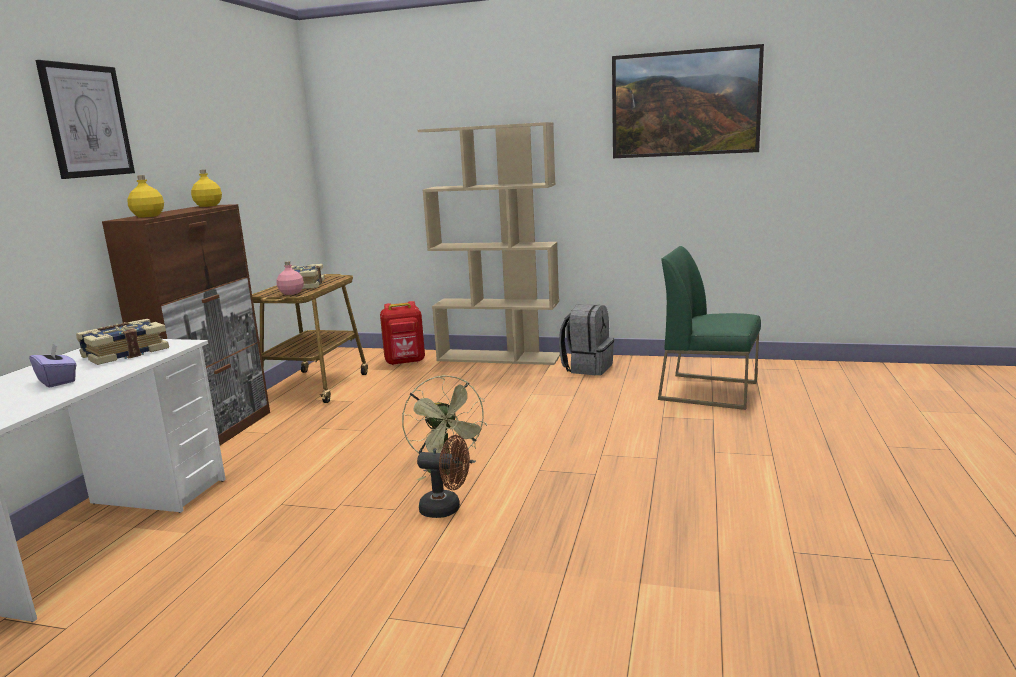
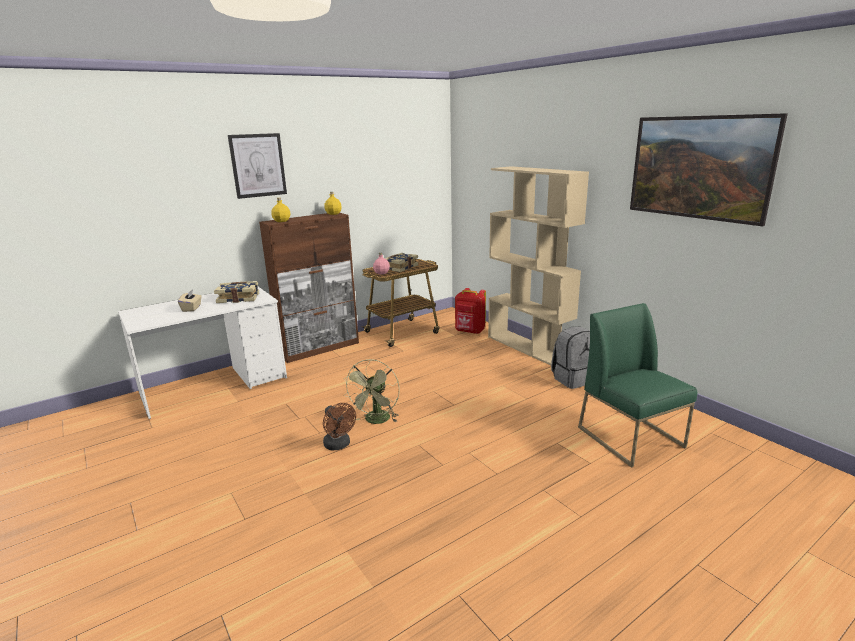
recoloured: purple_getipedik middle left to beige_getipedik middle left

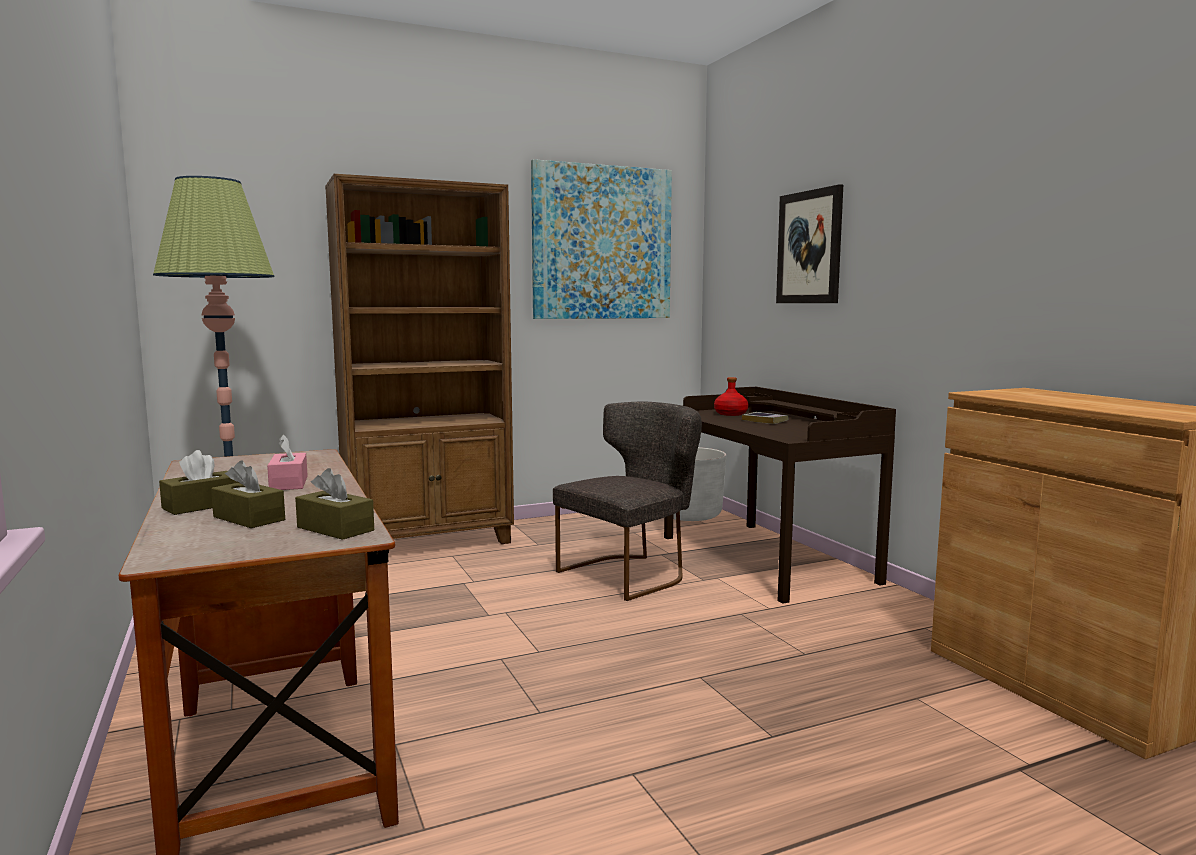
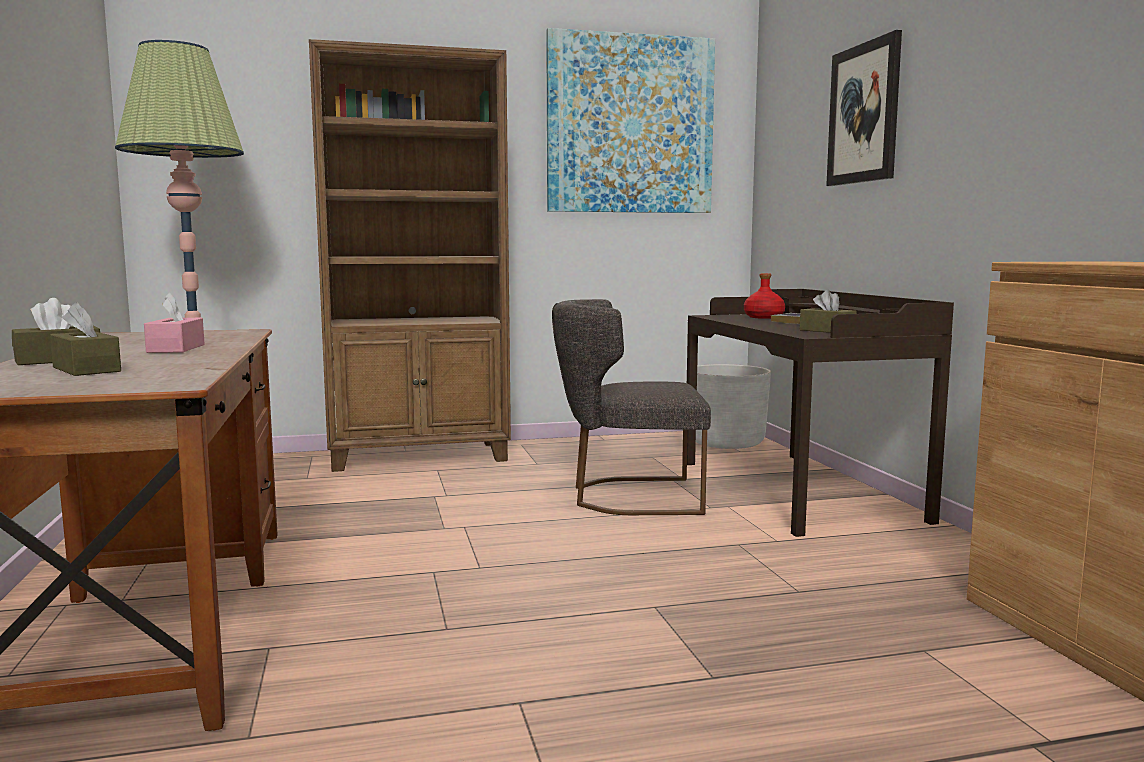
moved: brown_getipedik (3rd from left) middle left to middle right
turned: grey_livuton centre = centre 150 degrees counterclockwise

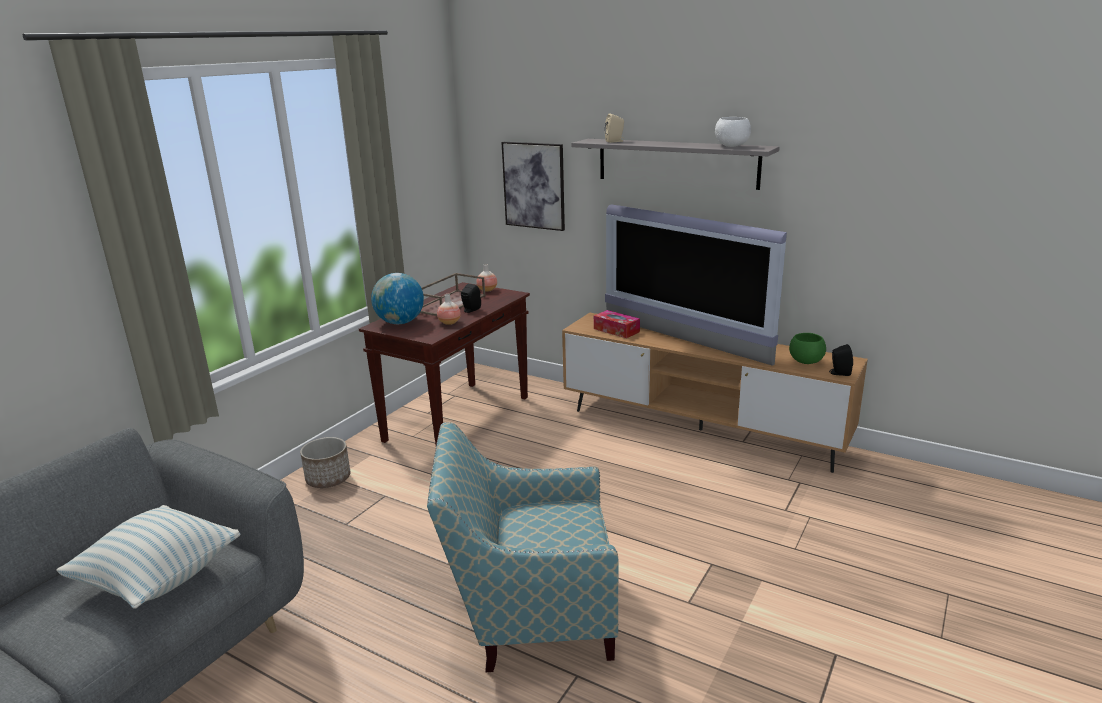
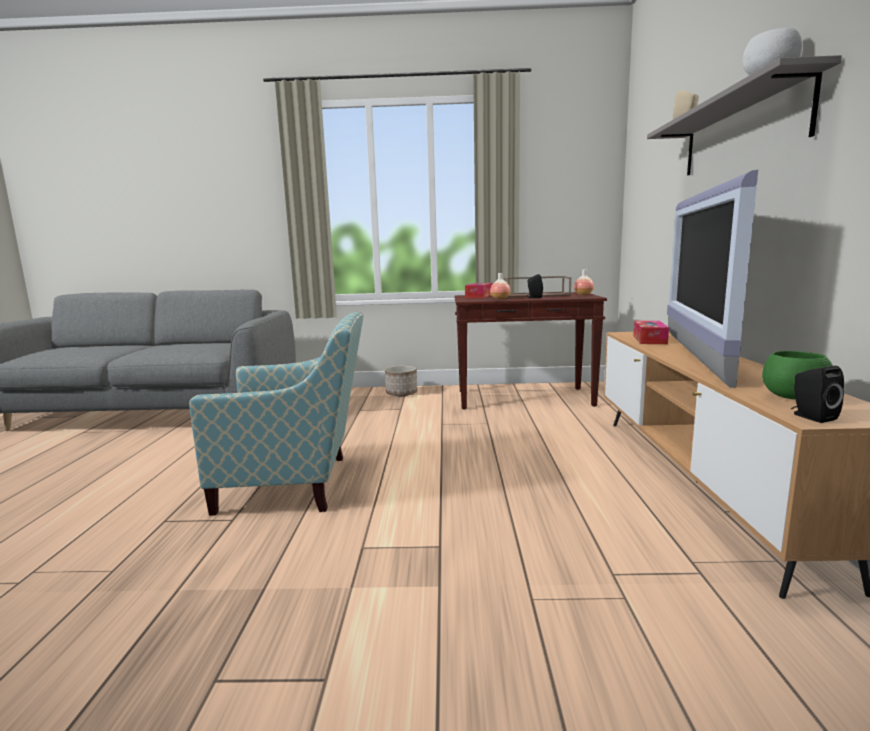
removed: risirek bottom left; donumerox top centre
replaced: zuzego centre to getipedik (1st from left) centre
turned: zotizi bottom centre = middle left 120 degrees clockwise

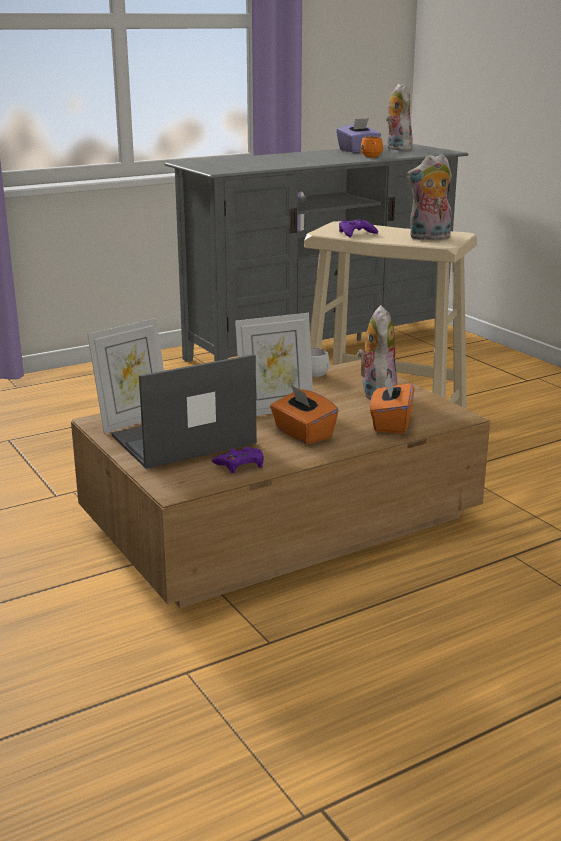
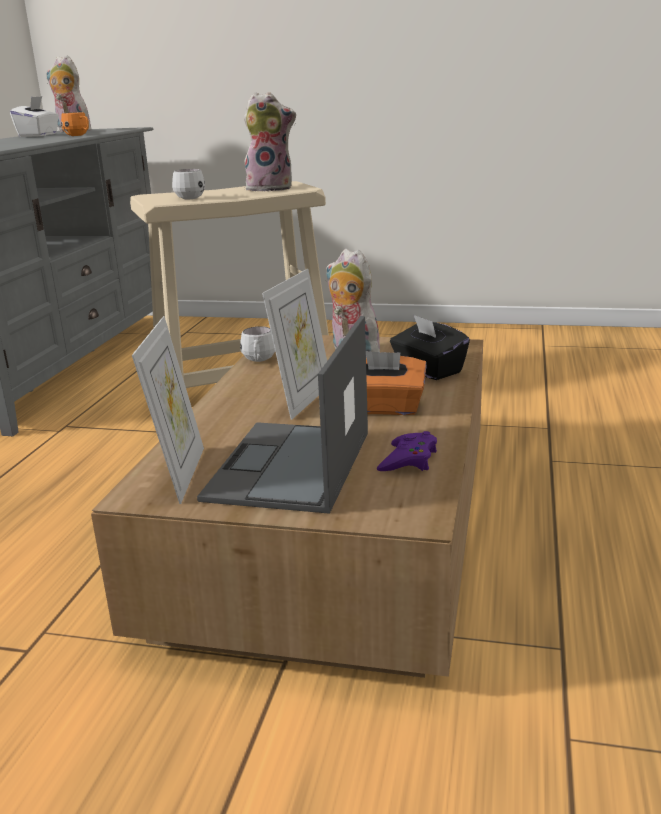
replaced: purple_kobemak (2nd from left) top centre to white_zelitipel (1st from left) top left
recoloured: purple_getipedik top centre to white_getipedik top left; orange_getipedik (2nd from left) middle right to black_getipedik centre
turned: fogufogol (3rd from left in the first image) top right = top centre 120 degrees counterclockwise

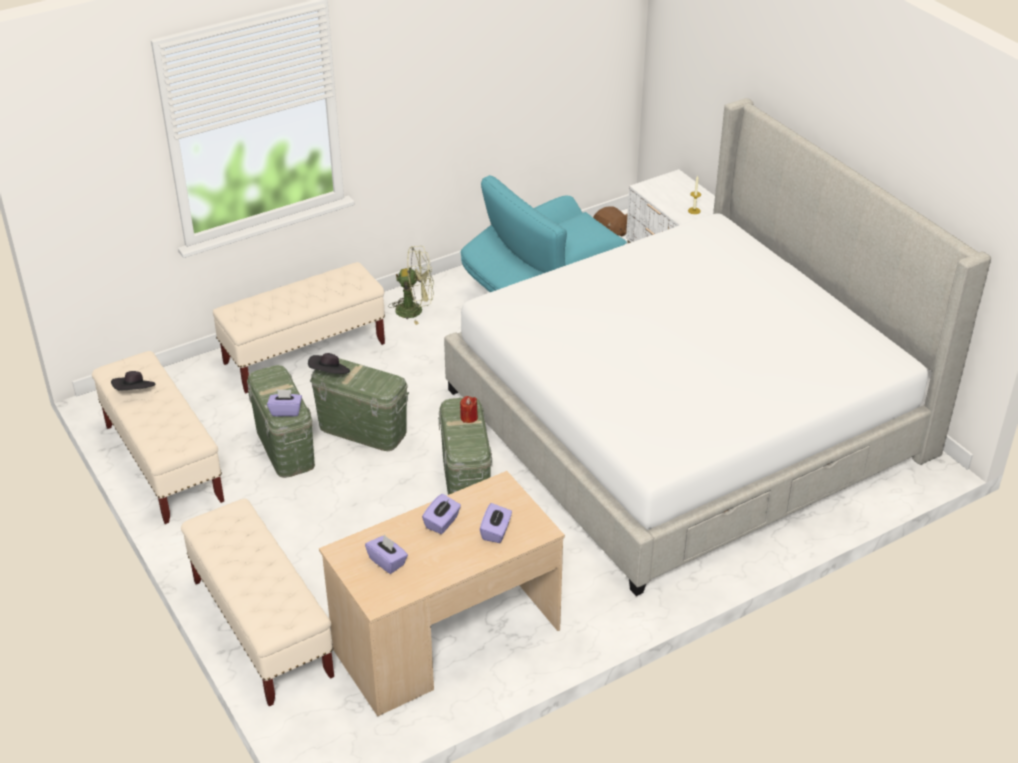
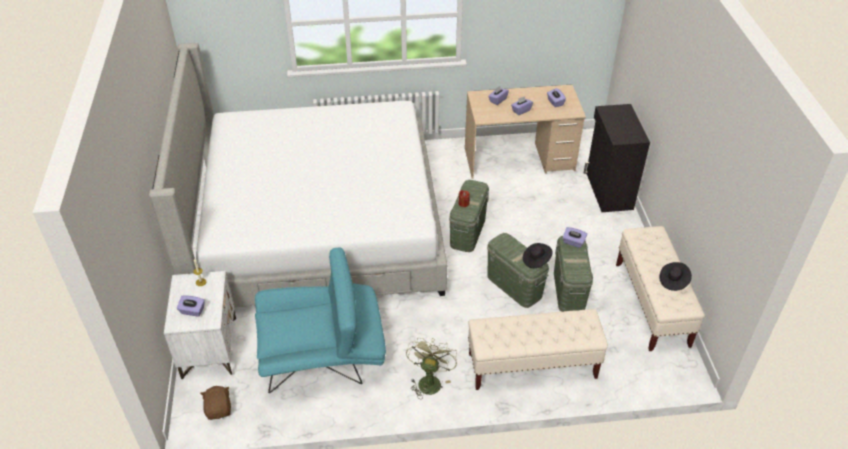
added: purple_getipedik (1st from left) bottom left
replaced: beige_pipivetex (2nd from left) bottom left to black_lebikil middle right
turned: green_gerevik centre = bottom centre 75 degrees clockwise

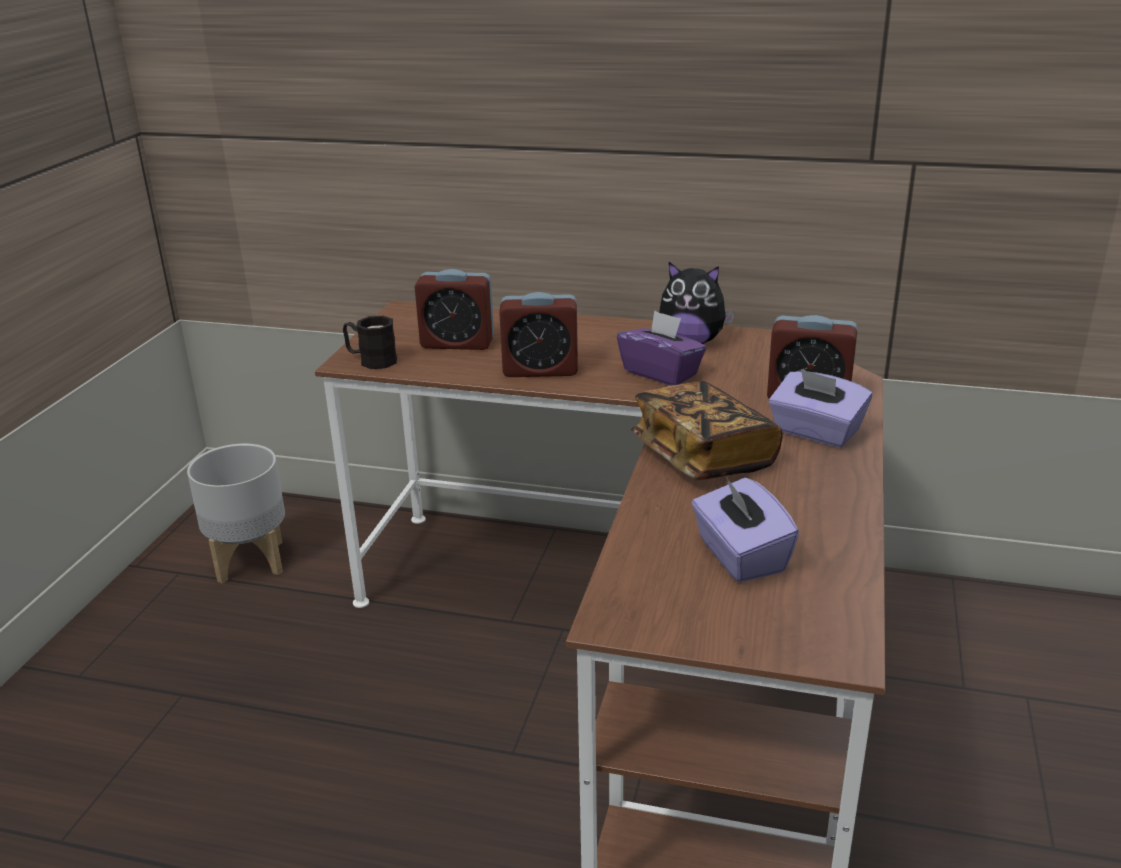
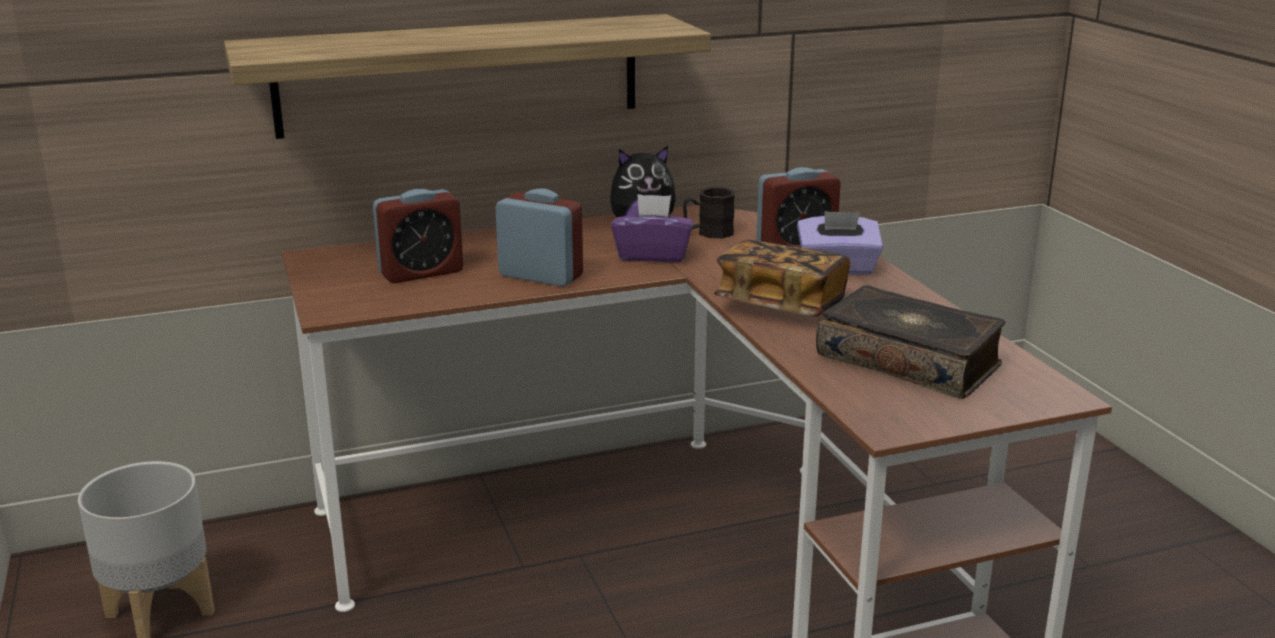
added: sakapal top centre
moved: black_zelitipel middle left to top centre
replaced: purple_getipedik (2nd from left) centre to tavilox (2nd from left) middle right
turned: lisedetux (2nd from left) centre = centre 120 degrees counterclockwise

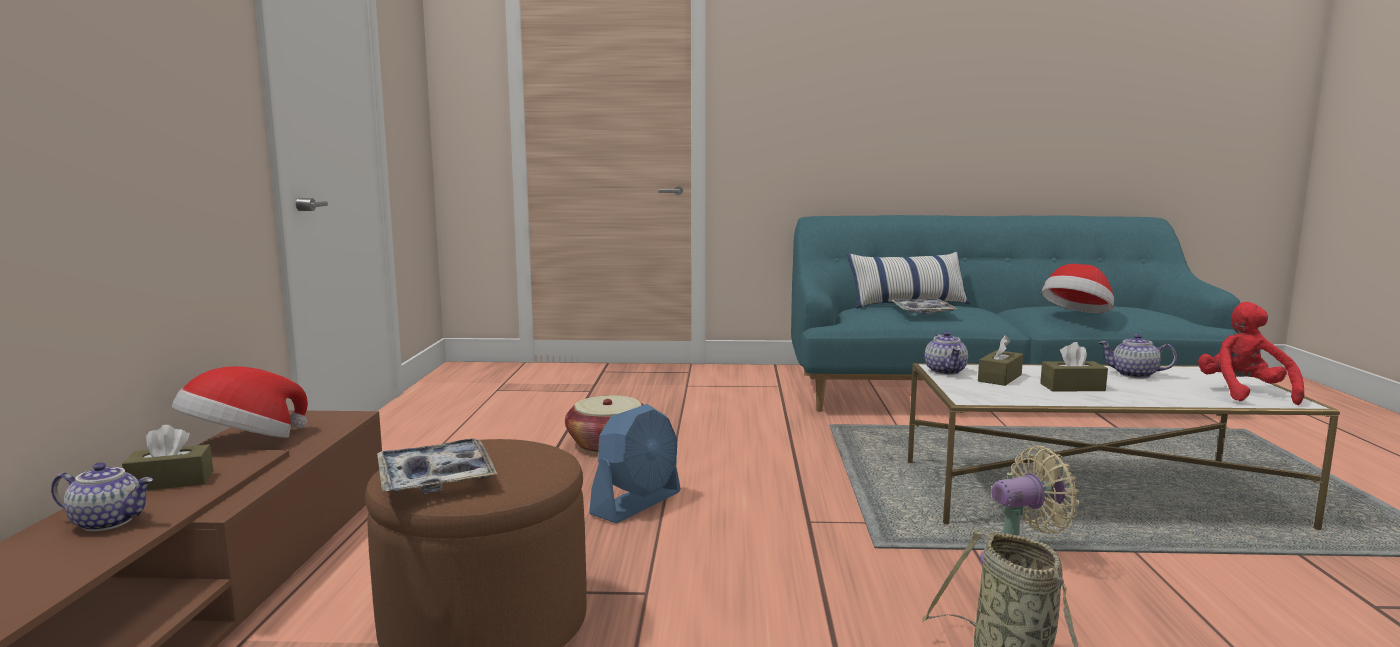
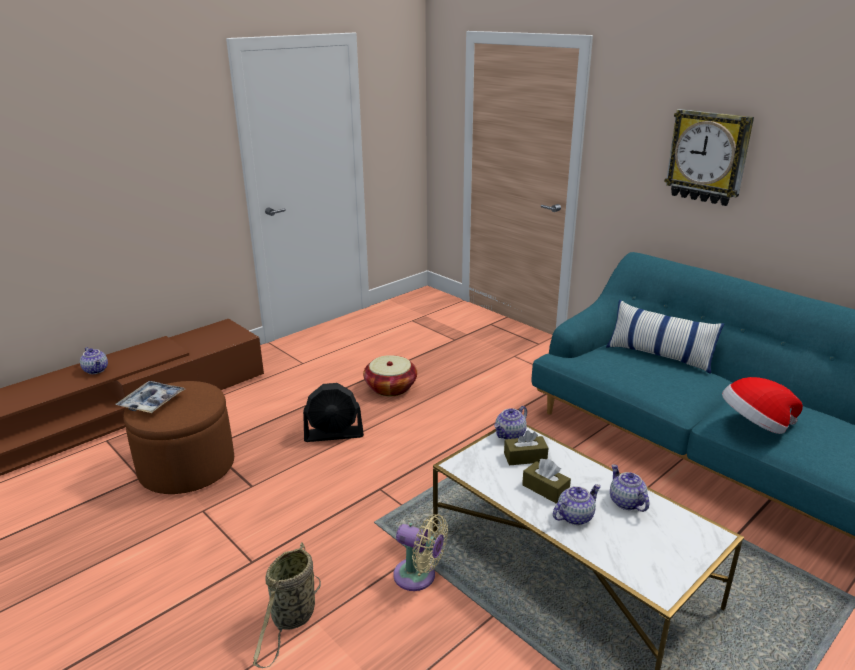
removed: brown_getipedik (1st from left) bottom left; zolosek (1st from left) middle left; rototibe (2nd from left) centre; red_fogufogol middle right
added: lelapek (3rd from left) bottom right; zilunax top right
recoloured: blue_gerevik bottom centre to black_gerevik centre

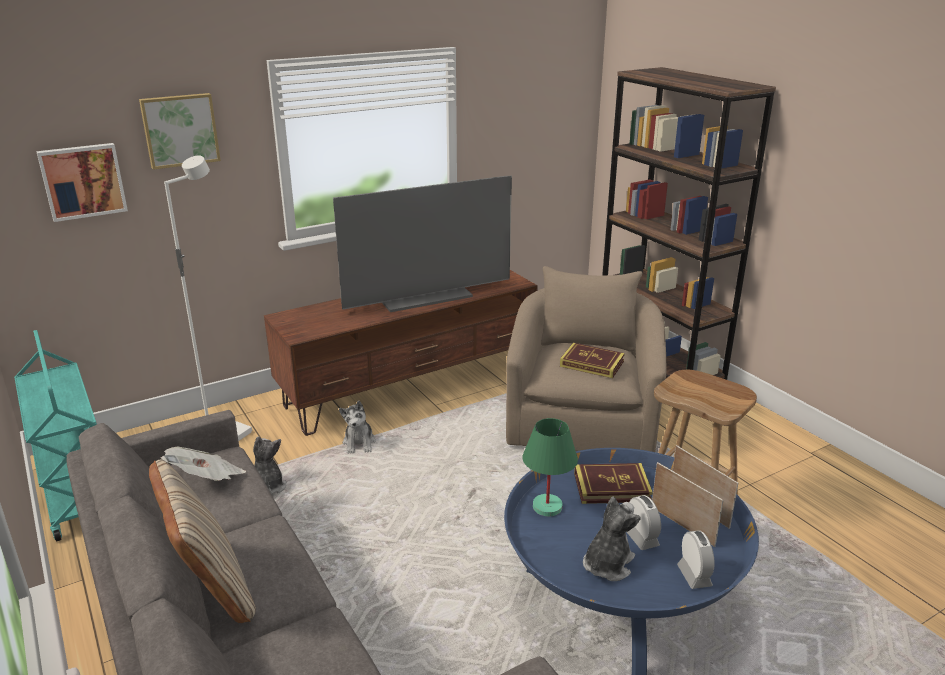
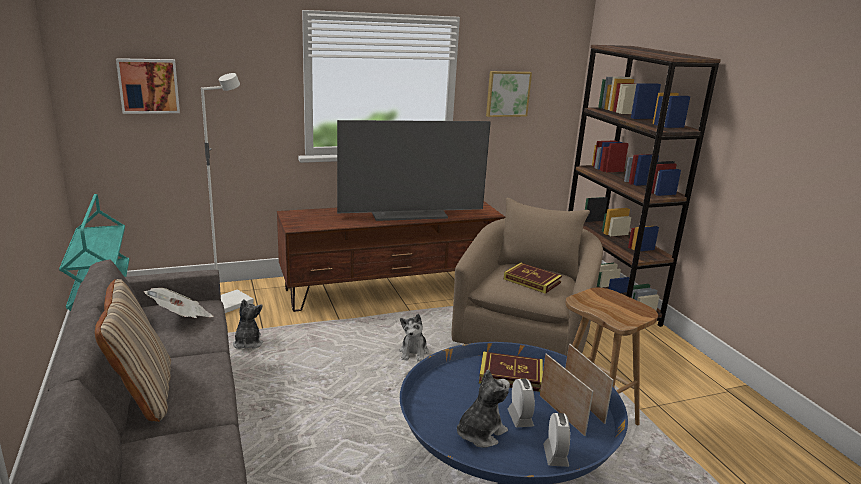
removed: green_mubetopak bottom centre
moved: donumerox (2nd from left) top left to top centre; fogufogol (2nd from left) centre to bottom centre

